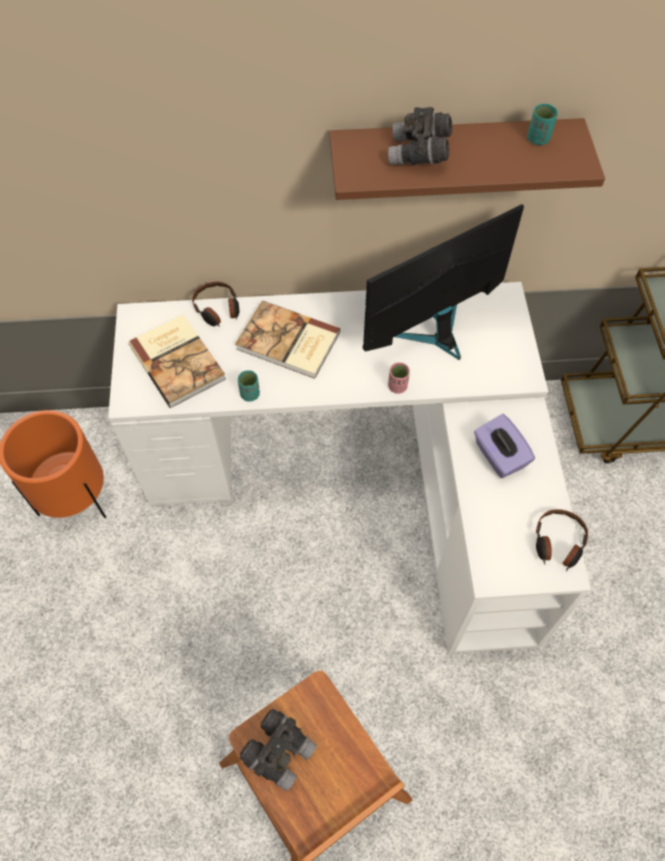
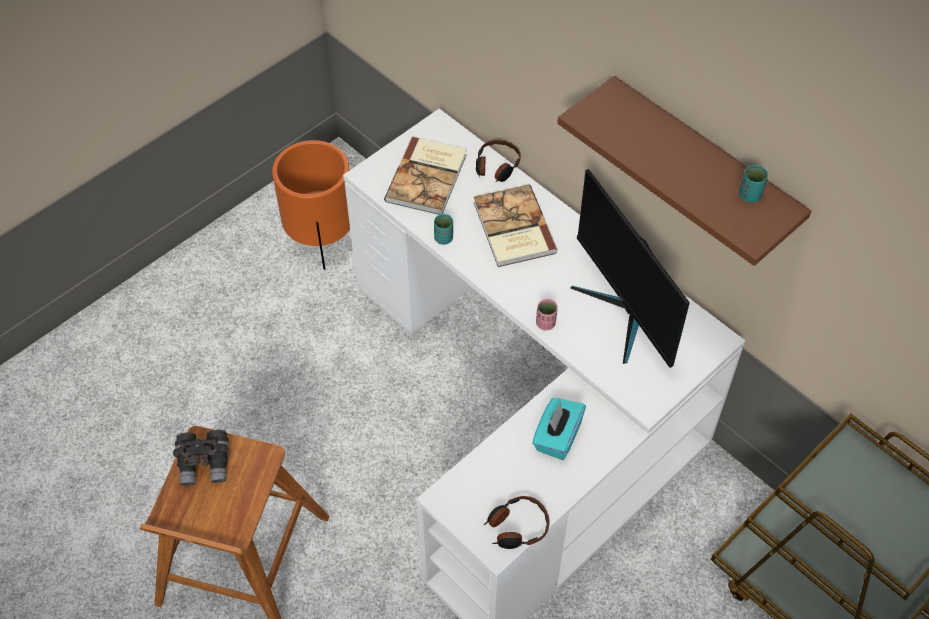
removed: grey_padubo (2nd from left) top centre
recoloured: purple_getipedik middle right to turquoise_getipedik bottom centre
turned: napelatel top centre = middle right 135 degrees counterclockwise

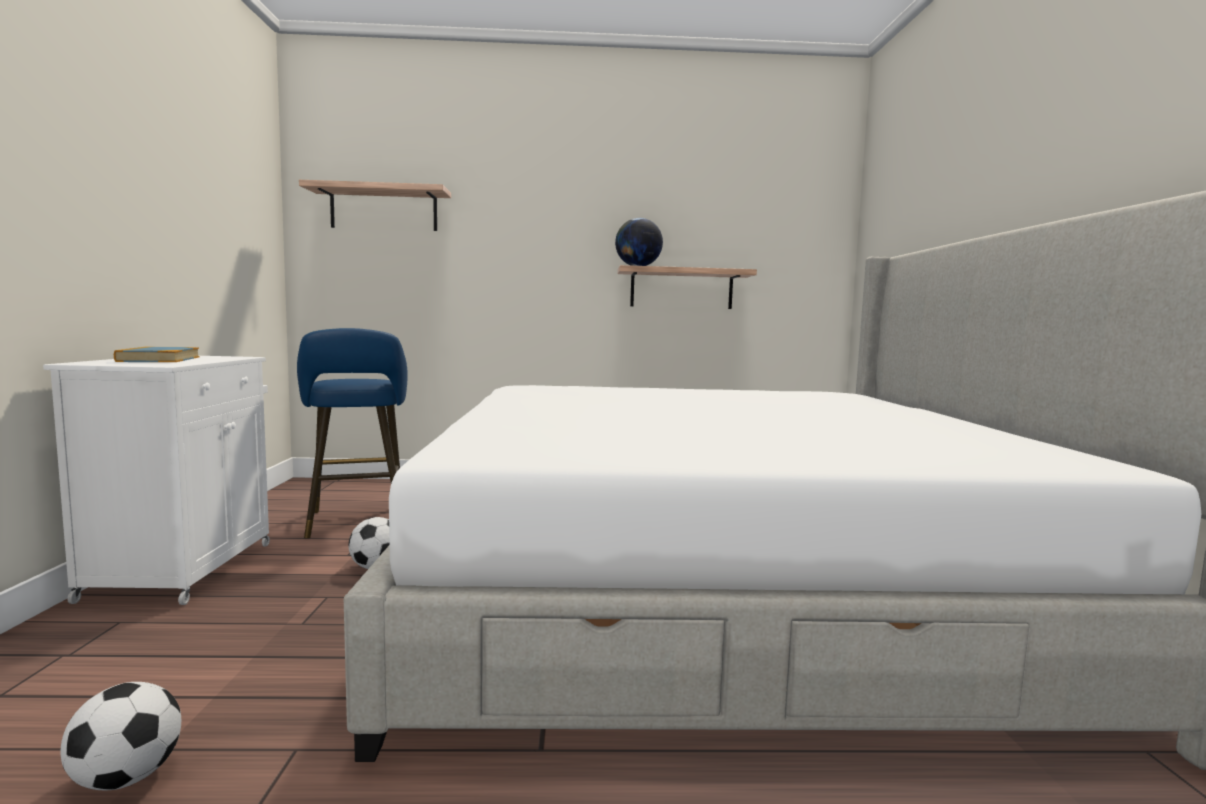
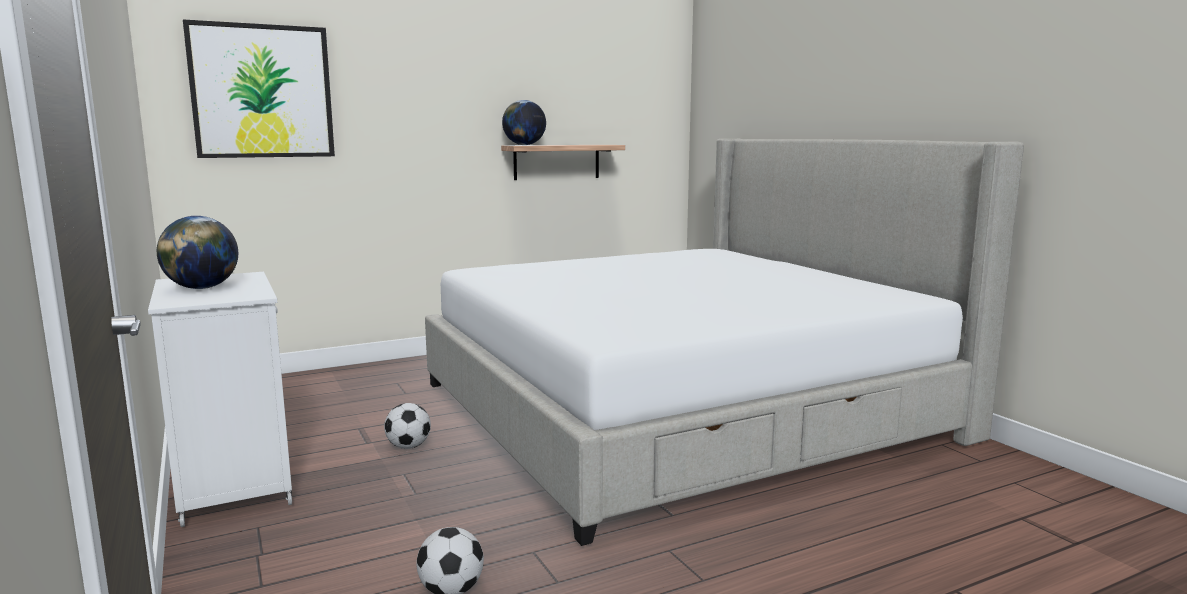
removed: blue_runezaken middle left
replaced: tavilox middle left to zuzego (1st from left) middle left; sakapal (1st from left) top left to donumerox top left

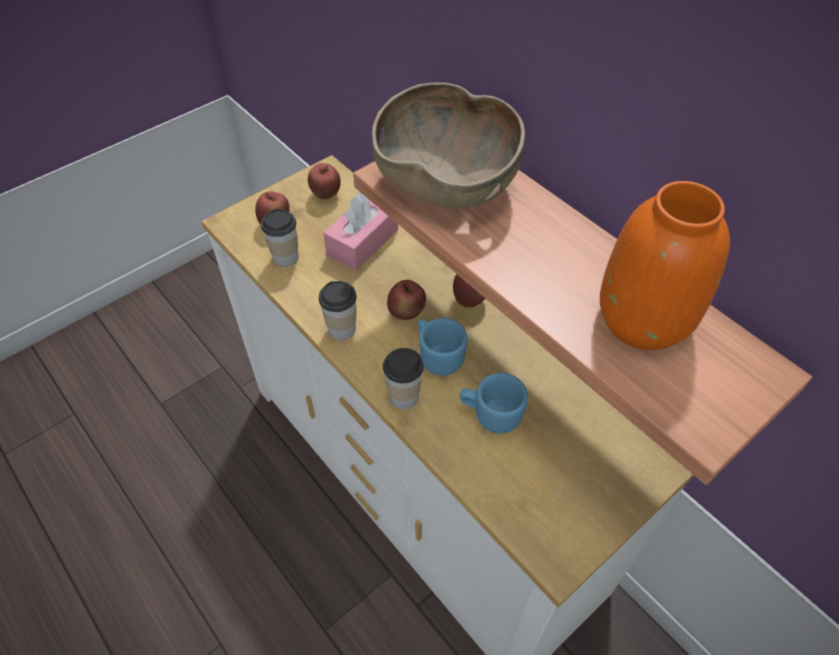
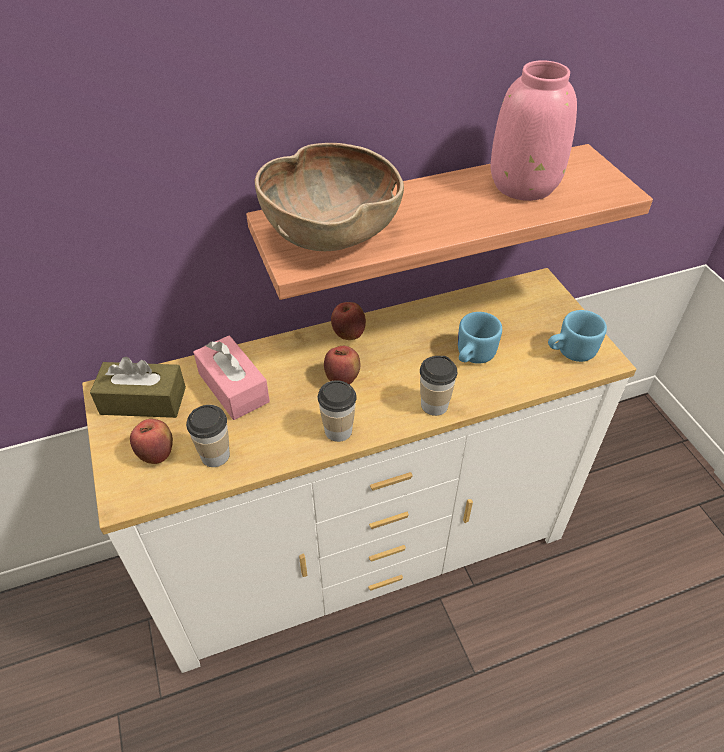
moved: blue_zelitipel (1st from left in the first image) centre to blue_zelitipel (2nd from left) middle right
replaced: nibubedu (2nd from left) top centre to brown_getipedik middle left
recoloured: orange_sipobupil middle right to pink_sipobupil top right

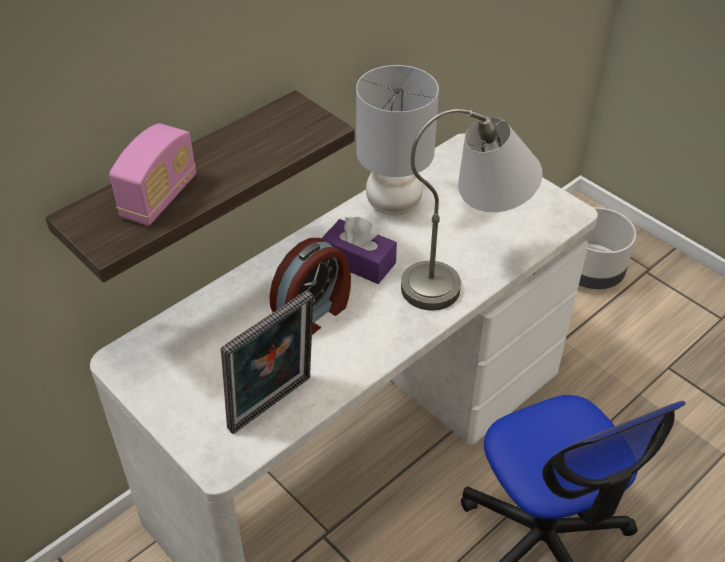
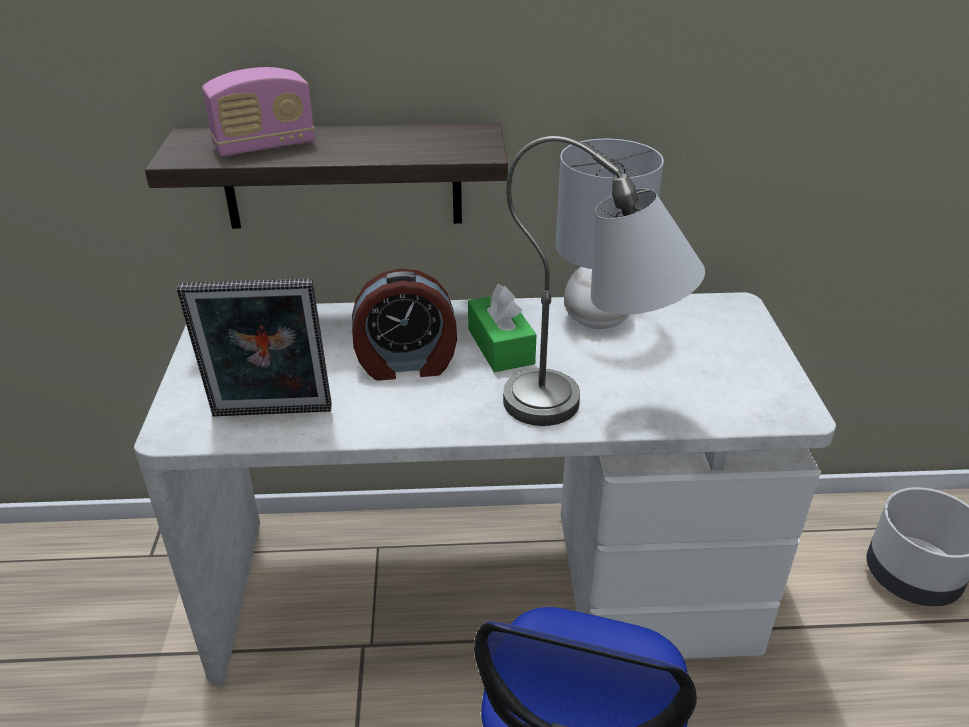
recoloured: purple_getipedik centre to green_getipedik centre

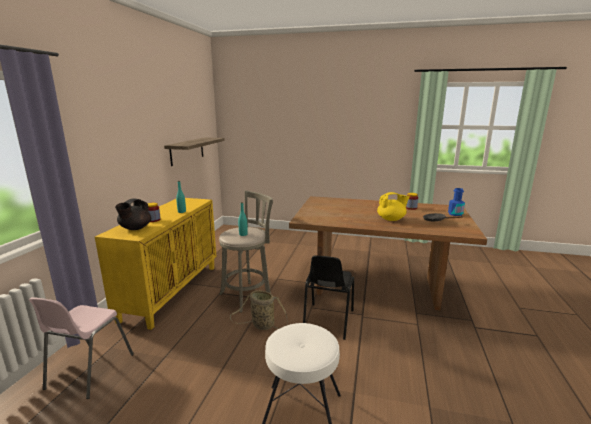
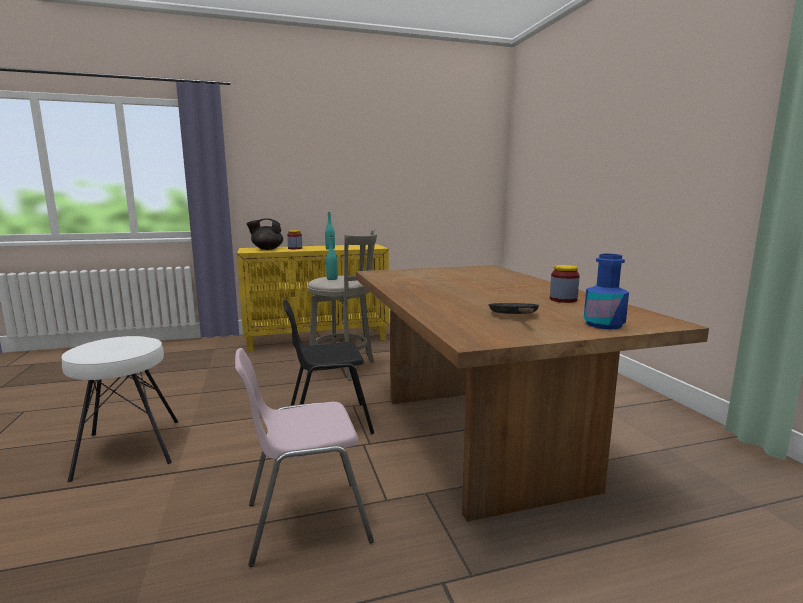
removed: sakapal middle left; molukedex bottom centre; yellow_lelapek centre
moved: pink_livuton bottom left to bottom centre

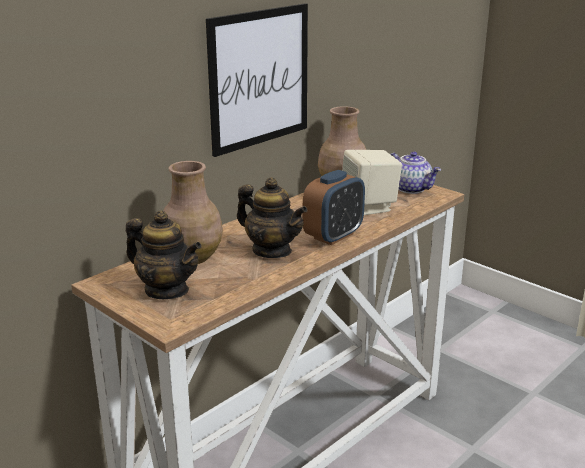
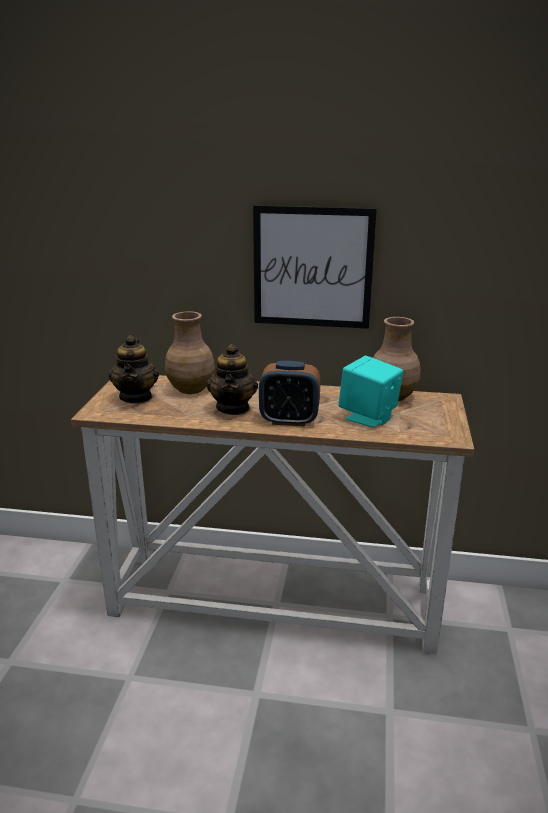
removed: lelapek (3rd from left) middle right
recoloured: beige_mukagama centre to turquoise_mukagama middle right

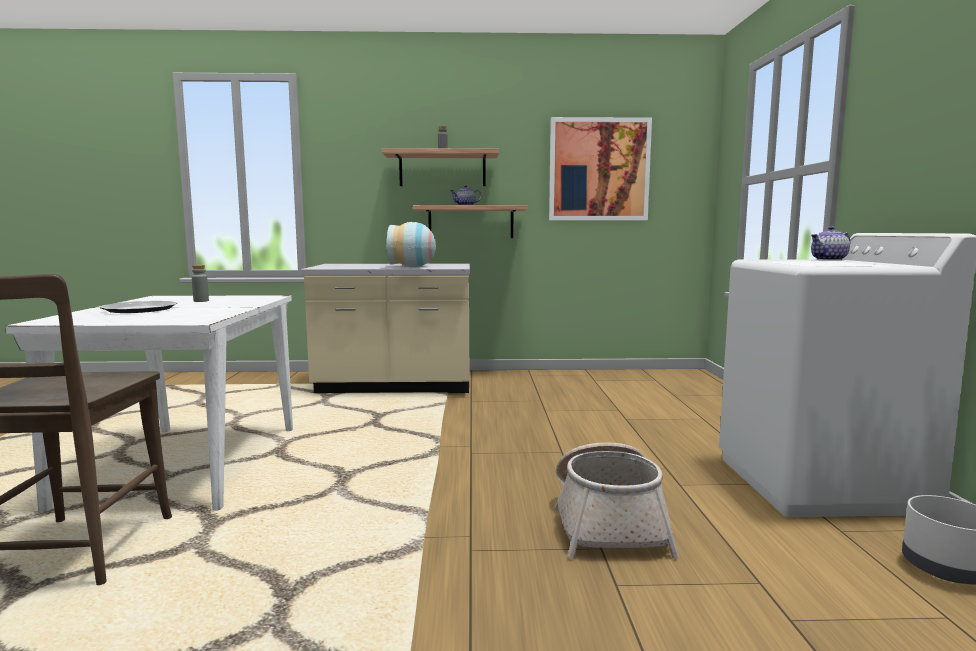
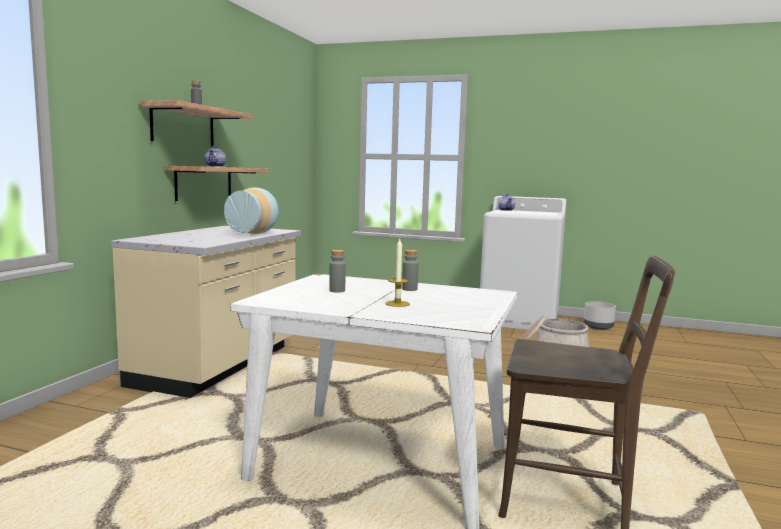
removed: donumerox top centre
added: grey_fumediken (3rd from left) centre
replaced: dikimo middle left to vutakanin centre

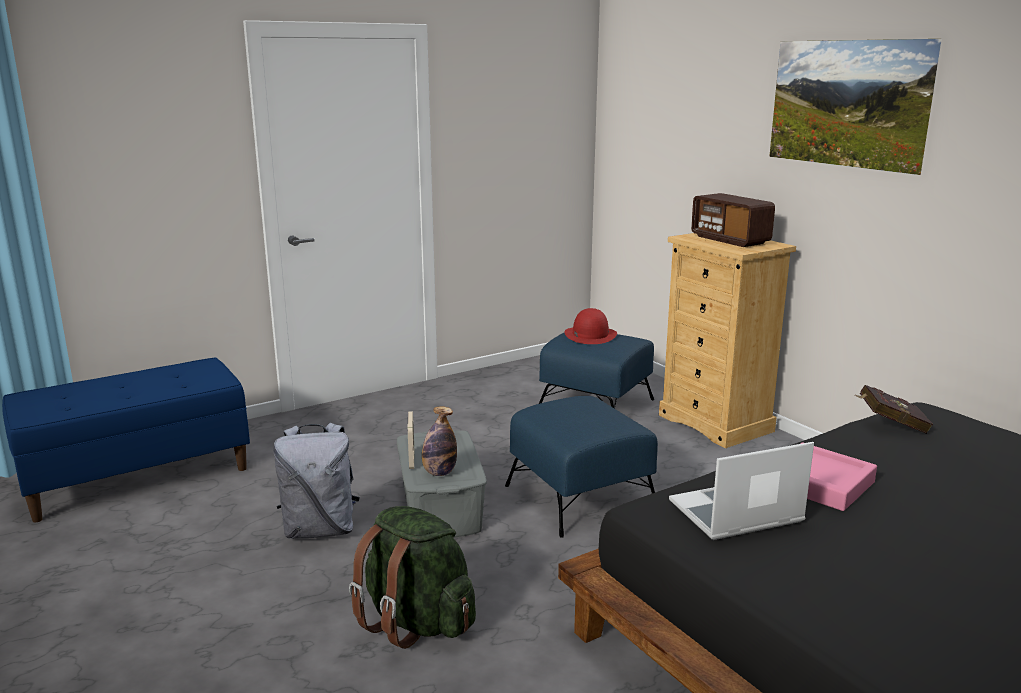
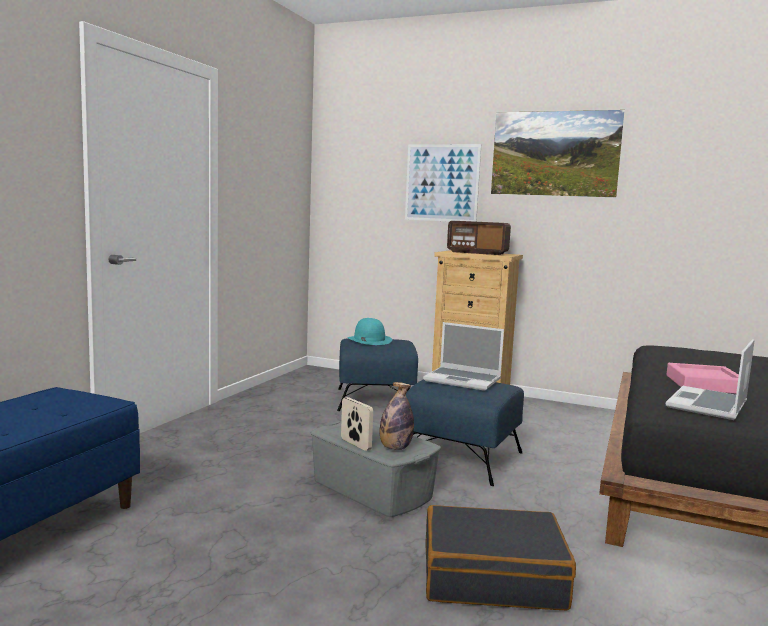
removed: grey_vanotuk bottom left; red_tavilox middle right
added: donumerox (1st from left) top centre; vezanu (1st from left) centre
replaced: green_vanotuk bottom centre to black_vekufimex bottom centre
recoloured: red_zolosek centre to turquoise_zolosek centre

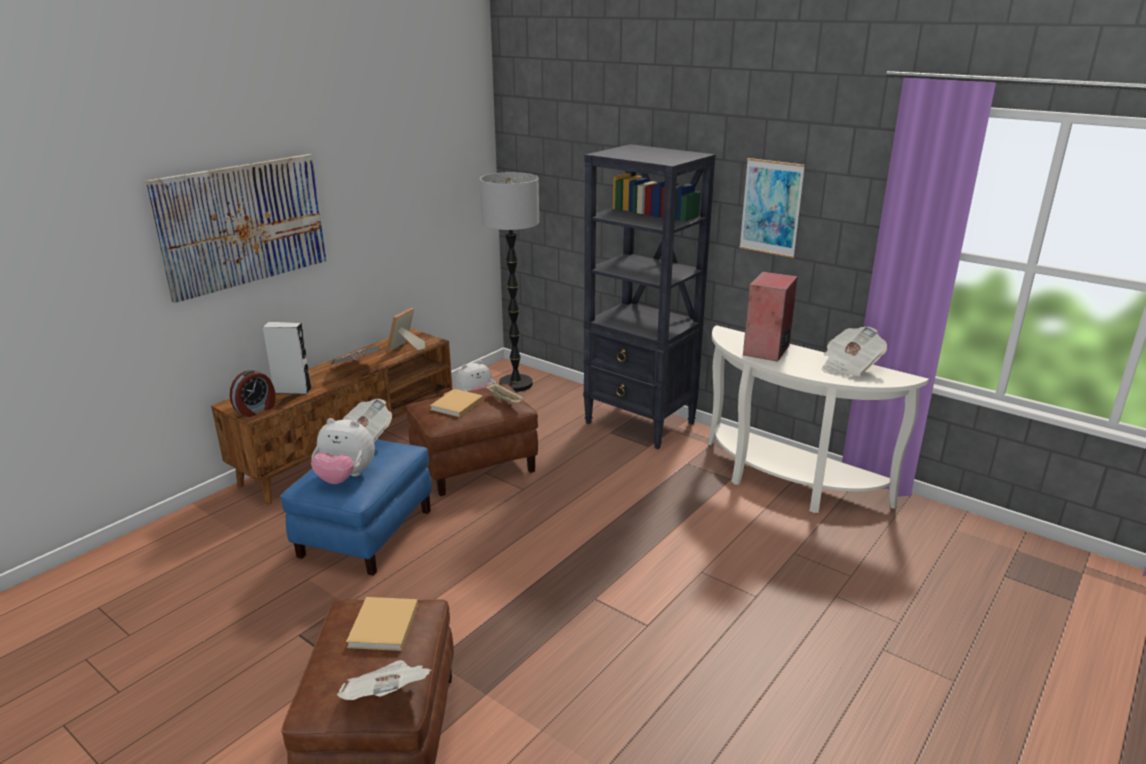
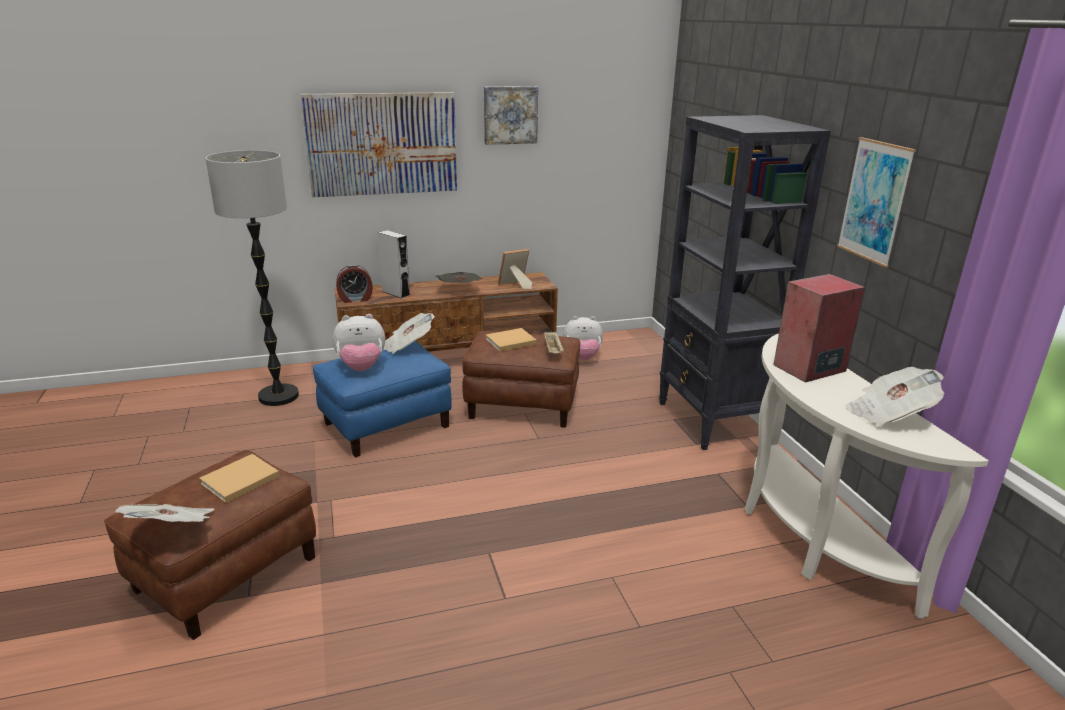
added: donumerox (2nd from left) top centre
moved: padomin centre to middle left
turned: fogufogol (1st from left) middle left = centre 60 degrees counterclockwise

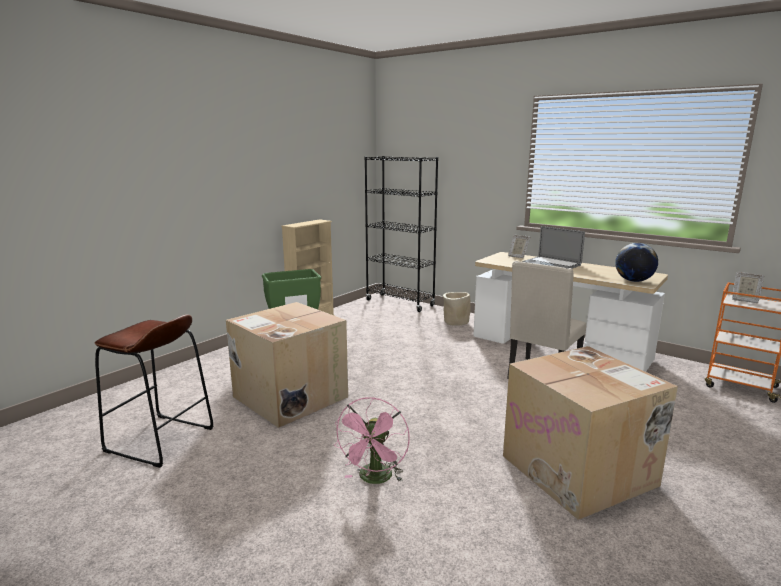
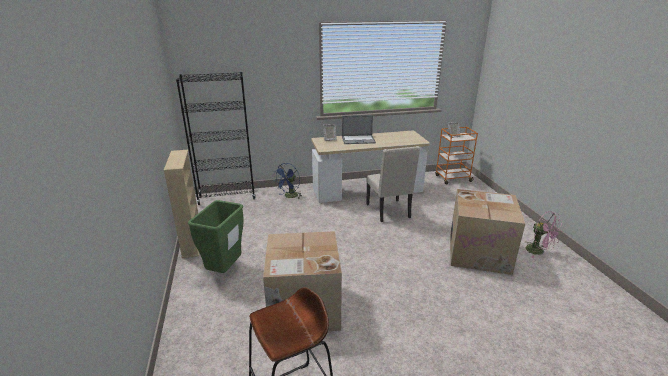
removed: zuzego middle right
moved: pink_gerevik bottom centre to middle right
replaced: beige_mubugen centre to blue_gerevik centre

